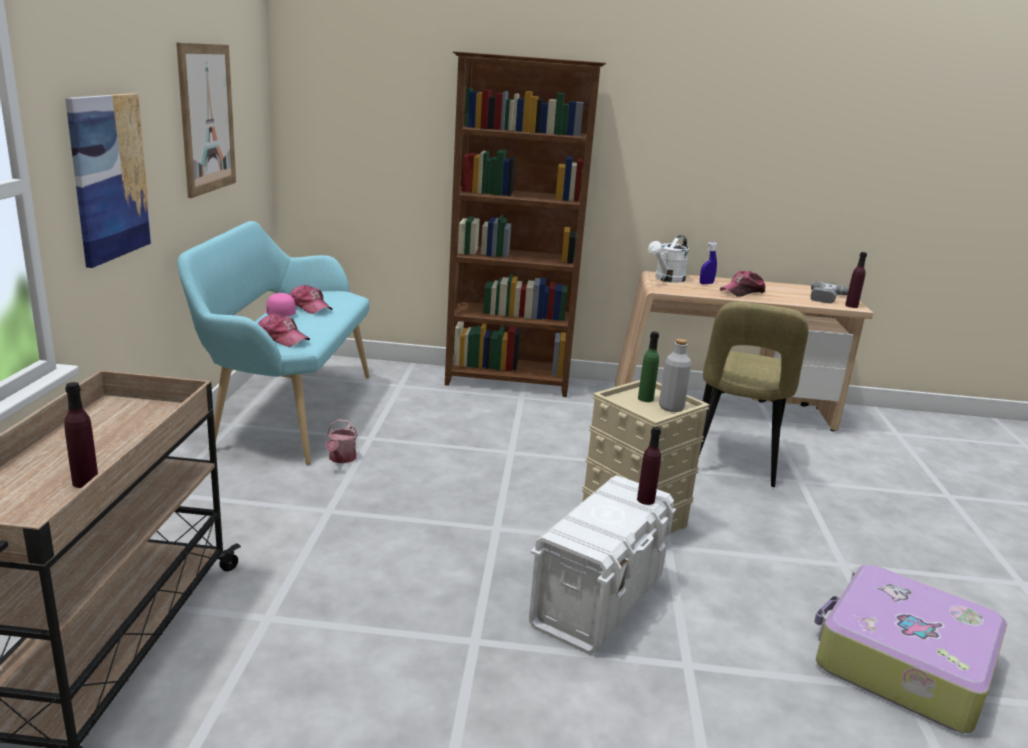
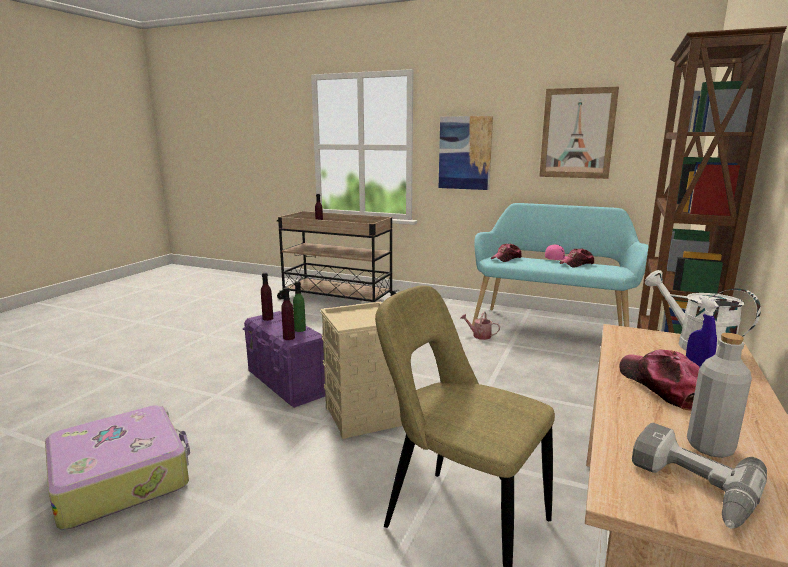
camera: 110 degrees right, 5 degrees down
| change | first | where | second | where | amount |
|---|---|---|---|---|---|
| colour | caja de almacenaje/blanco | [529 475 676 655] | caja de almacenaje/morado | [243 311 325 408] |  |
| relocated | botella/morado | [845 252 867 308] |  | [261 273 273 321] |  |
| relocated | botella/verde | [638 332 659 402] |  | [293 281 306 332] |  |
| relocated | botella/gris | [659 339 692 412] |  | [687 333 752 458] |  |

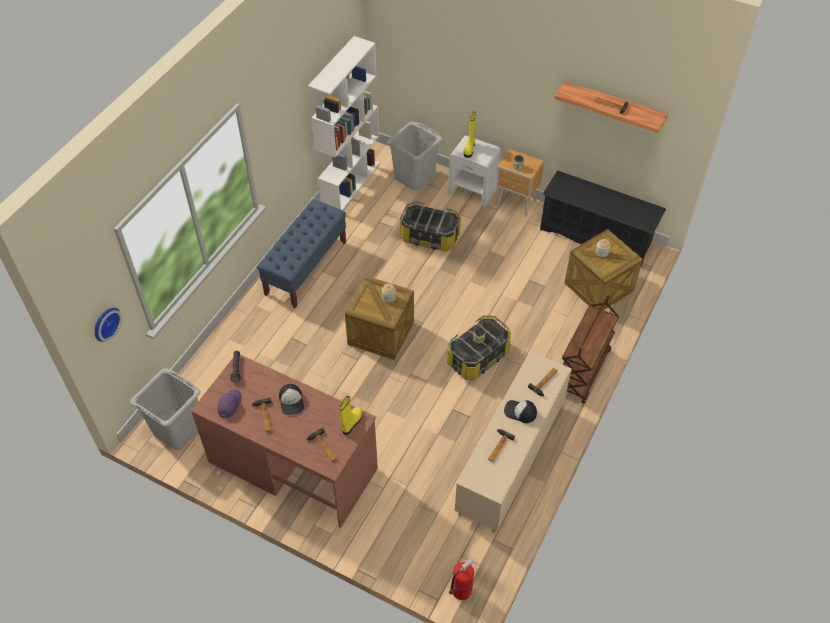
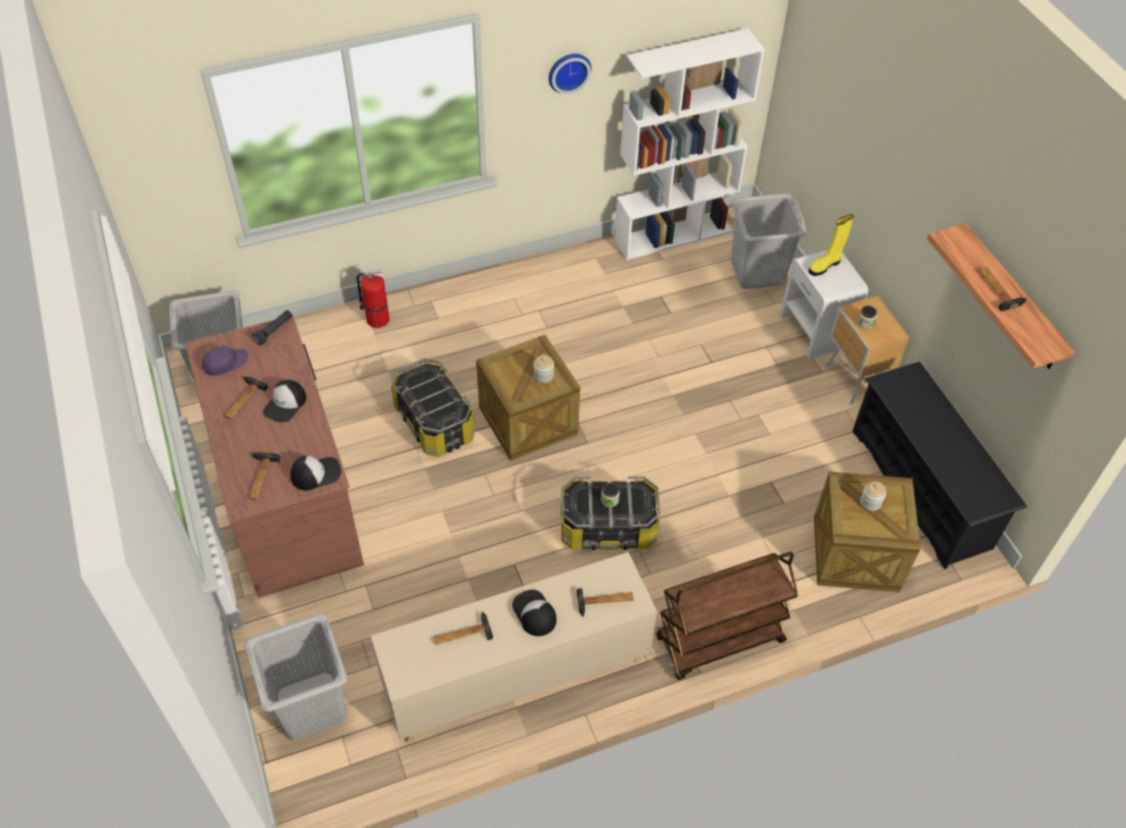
camera: 40 degrees right, 0 degrees up
| change | first | where | second | where | amount |
|---|---|---|---|---|---|
| appeared |  |  | cesto de la ropa/gris | [244 613 347 740] |  |
| exchanged | bota/amarillo | [339 396 362 435] | gorra | [290 456 341 490] |  |
| relocated | extintor | [449 558 474 600] |  | [356 269 390 328] |  |
| relocated | caja de almacenaje | [400 201 461 252] |  | [391 358 475 457] |  |
| relocated | reloj de pared | [94 308 122 342] |  | [549 54 591 94] |  |
| missing | banco/azul | [257 199 346 308] |  |  |  |

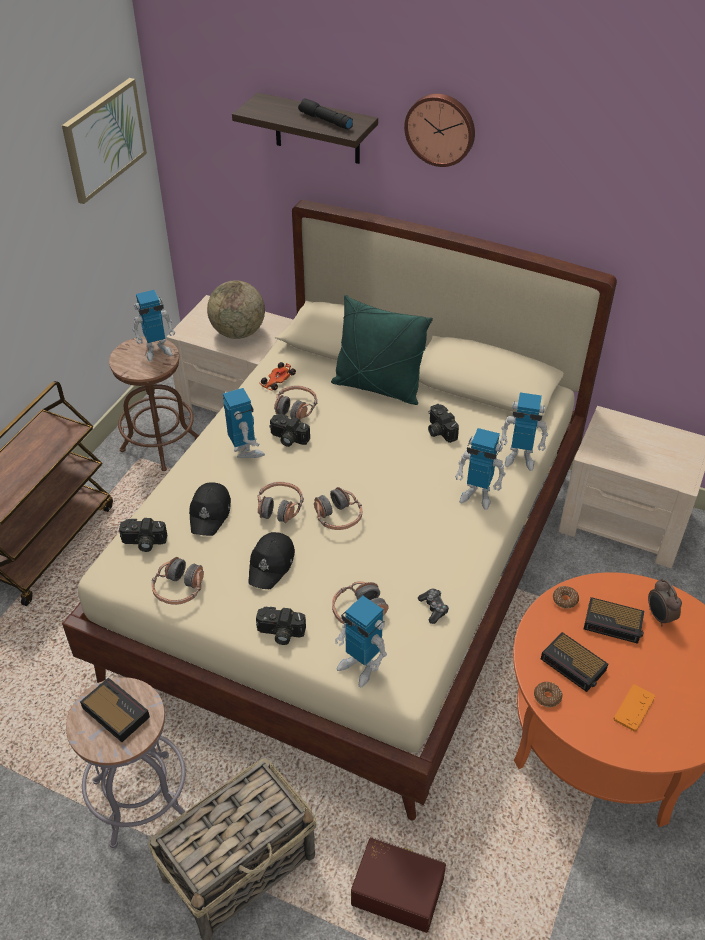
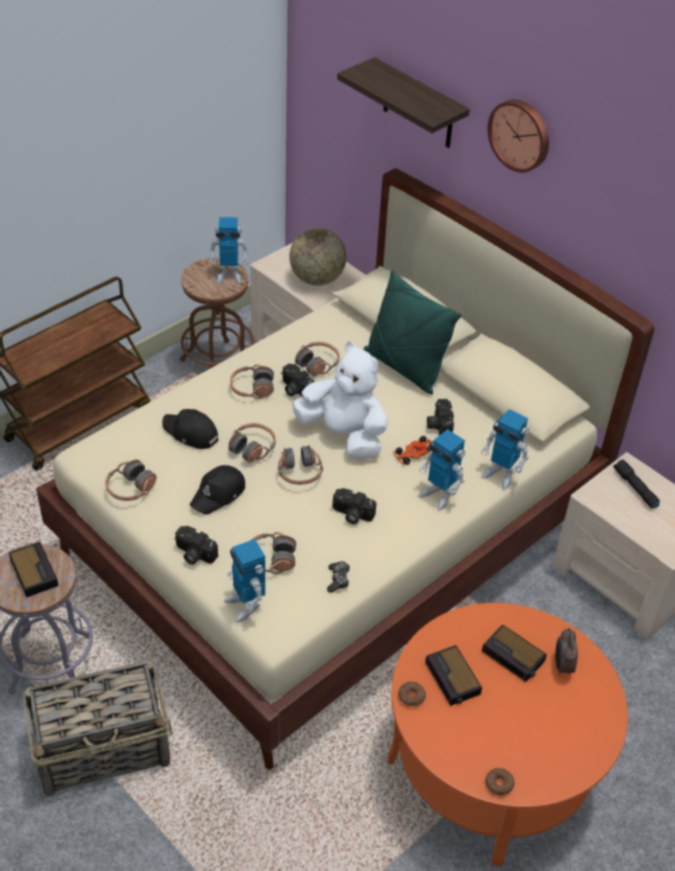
camera: 20 degrees right, 0 degrees up
| change | first | where | second | where | amount |
|---|---|---|---|---|---|
| spun | gorra/negro | [189 482 231 536] |  | [162 409 218 449] | 90 degrees clockwise |
| exchanged | robot de juguete | [223 388 265 458] | auriculares | [230 364 274 399] |  |
| appeared |  |  | peluche/blanco | [292 342 388 460] |  |
| relocated | cámara | [119 518 167 552] |  | [332 488 376 524] |  |
| relocated | coche de juguete | [259 362 296 391] |  | [393 436 432 465] |  |
| relocated | rosquilla | [553 586 579 609] |  | [485 768 515 796] |  |
| relocated | linterna/negro | [298 98 353 129] |  | [613 460 660 509] |  |
| missing | cuadro | [62 78 147 204] |  |  |  |
| missing | caja de almacenaje/marrón | [351 837 446 933] |  |  |  |
| missing | mando de consola/naranja | [614 684 655 732] |  |  |  |

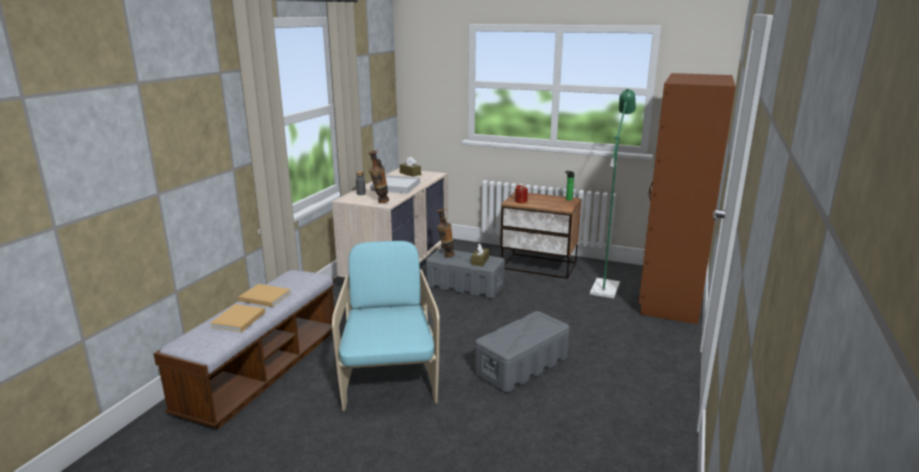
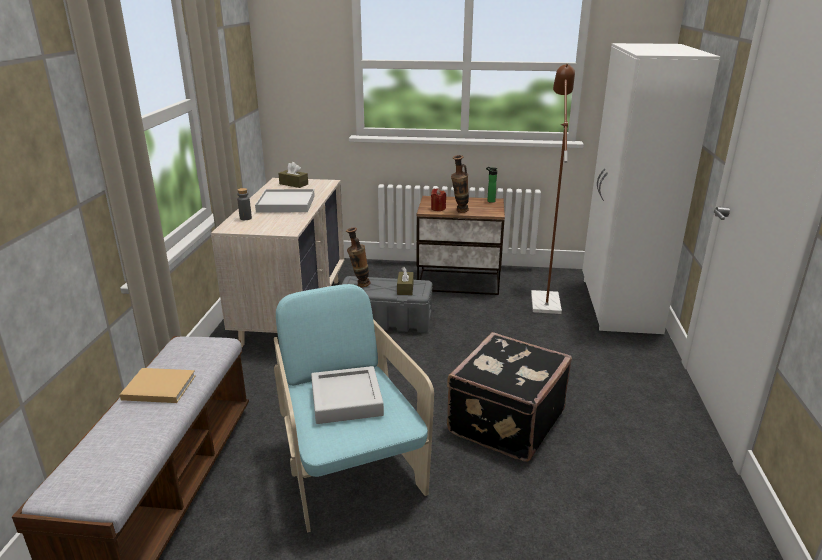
camera: 15 degrees left, 5 degrees up
| change | first | where | second | where | amount |
|---|---|---|---|---|---|
| appeared |  |  | bandeja/gris | [311 366 384 424] |  |
| exchanged | caja de almacenaje/gris | [475 311 569 393] | maleta/negro | [447 332 572 462] |  |
| relocated | florero | [368 150 389 203] |  | [451 155 469 213] |  |
| colour | lámpara de pie/verde | [590 88 636 299] | lámpara de pie/marrón | [531 63 575 314] |  |
| colour | armario ropero/marrón | [639 73 736 324] | armario ropero/blanco | [582 43 720 334] |  |
| missing | libro/beis | [210 304 265 332] |  |  |  |

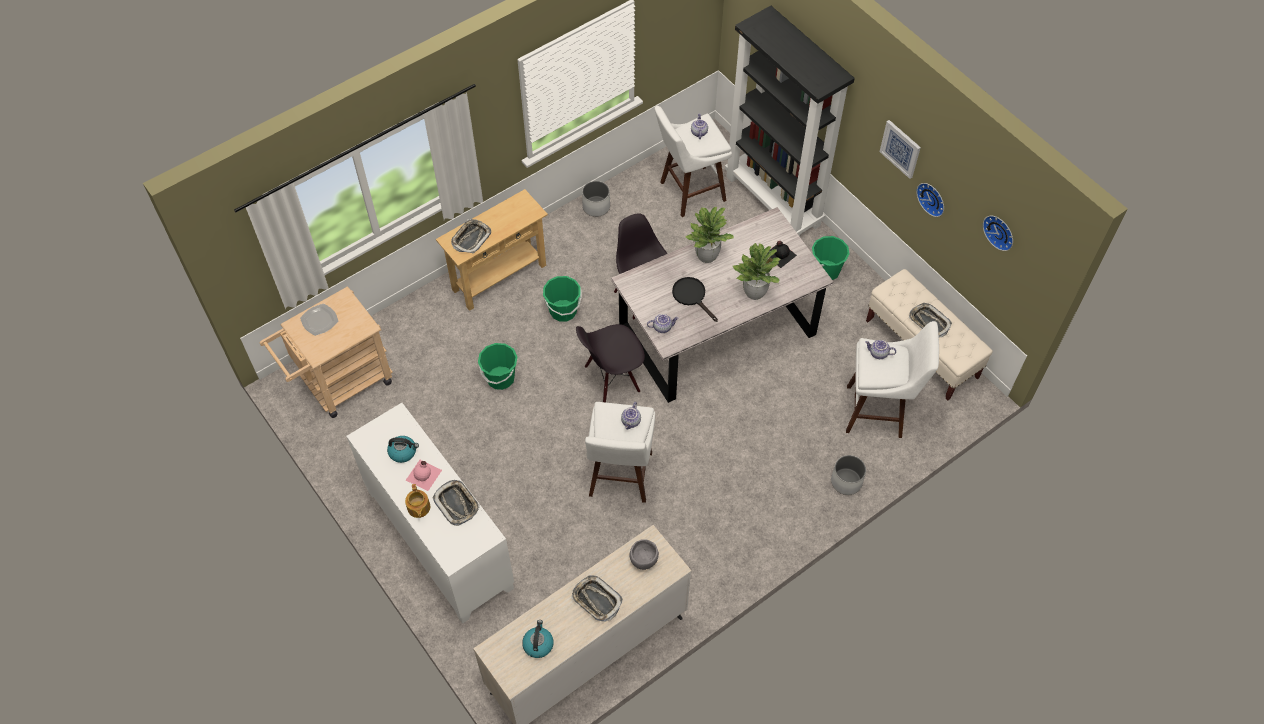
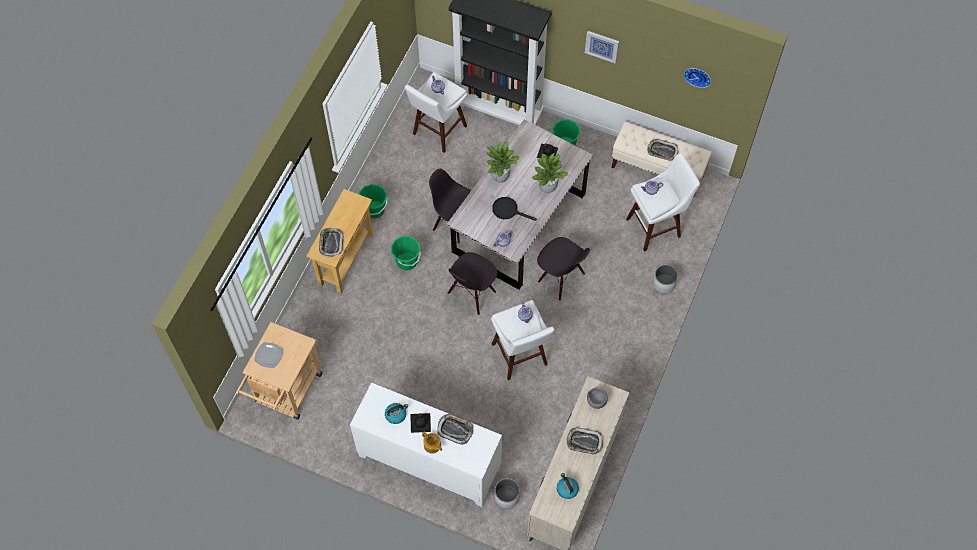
camera: 30 degrees left, 5 degrees up
| change | first | where | second | where | amount |
|---|---|---|---|---|---|
| relocated | cubo/verde | [478 343 517 390] |  | [359 184 388 219] |  |
| colour | botella/rosa | [406 460 442 491] | botella/negro | [410 413 431 433] |  |
| relocated | maceta/blanco | [582 181 610 217] |  | [494 479 520 509] |  |
| appeared |  |  | silla/negro | [537 237 590 300] |  |
| missing | reloj de pared | [916 183 944 217] |  |  |  |

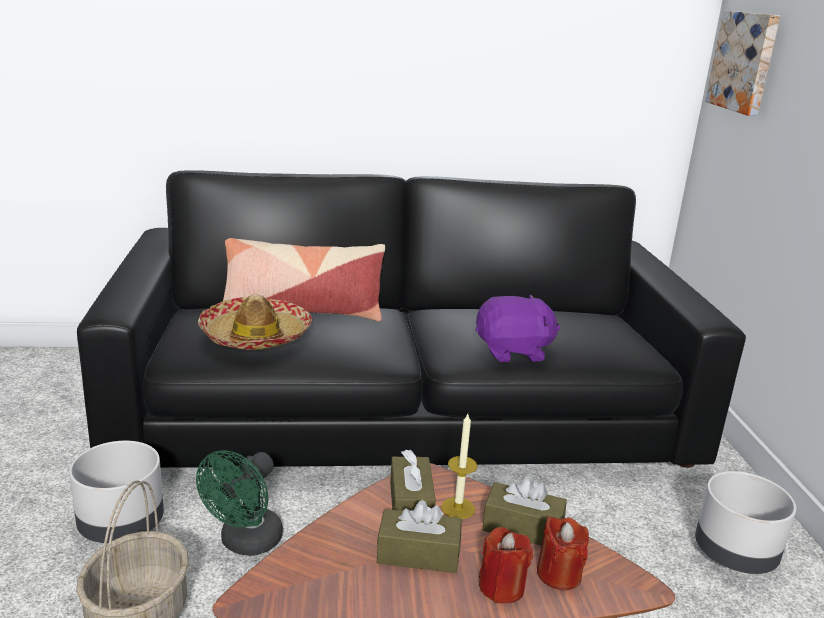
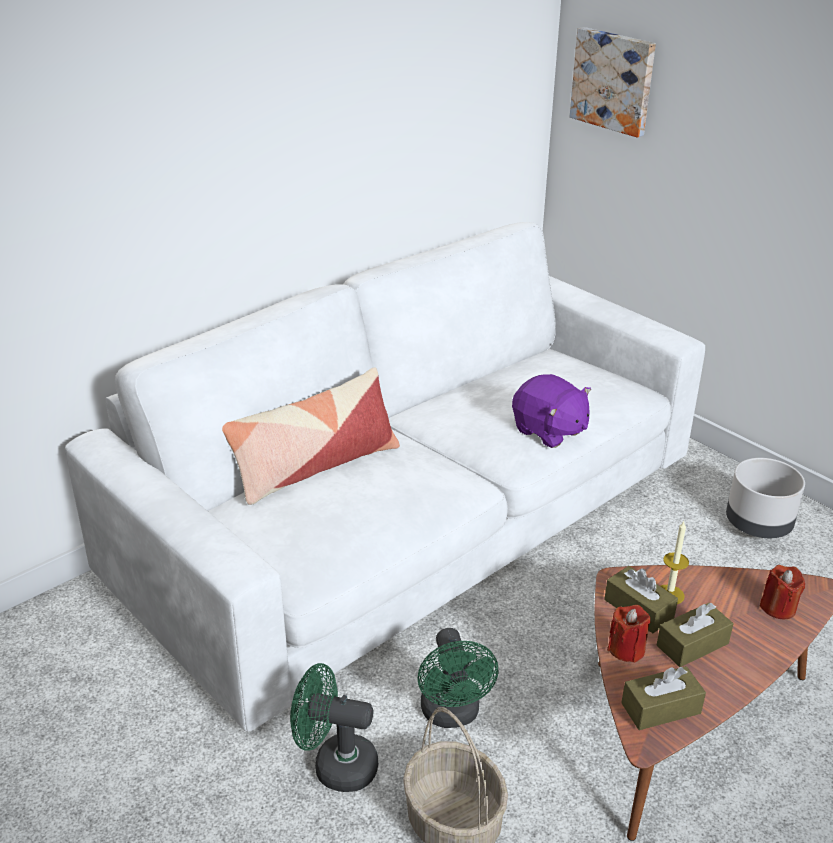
camera: 35 degrees left, 10 degrees up
| change | first | where | second | where | amount |
|---|---|---|---|---|---|
| colour | sofá/negro | [77 170 746 468] | sofá/blanco | [65 222 705 732] |  |
| exchanged | maceta/gris | [69 441 164 543] | ventilador/verde | [290 663 378 792] |  |
| spun | peluche/morado | [475 295 561 362] |  | [512 374 591 448] | 90 degrees clockwise |
| relocated | vela/rojo | [479 527 533 603] |  | [607 605 650 663] |  |
| relocated | caja de pañuelos/marrón | [482 476 567 546] |  | [621 666 706 730] |  |
| missing | sombrero | [198 295 312 350] |  |  |  |

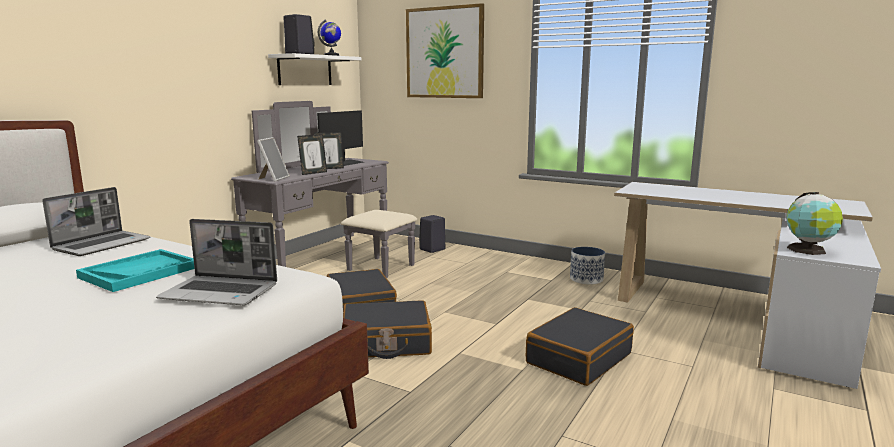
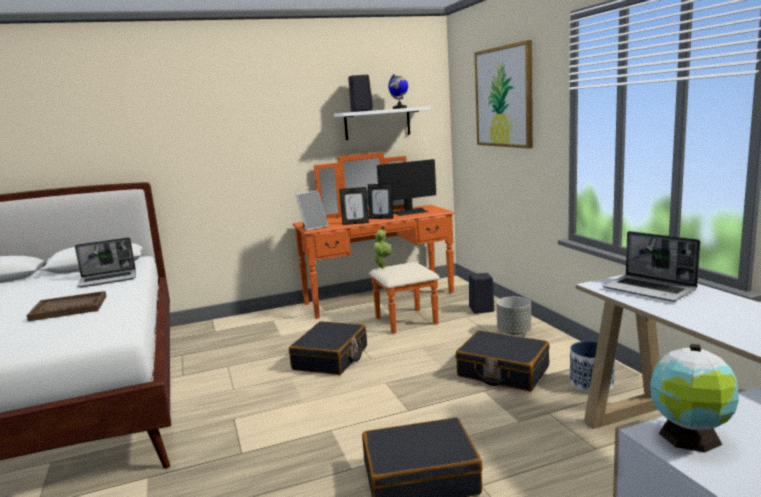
camera: 40 degrees right, 0 degrees up
| change | first | where | second | where | amount |
|---|---|---|---|---|---|
| colour | bandeja/turquesa | [76 249 194 292] | bandeja/marrón | [26 291 106 321] |  |
| colour | cómoda/gris | [231 101 417 278] | cómoda/naranja | [292 152 454 334] |  |
| appeared |  |  | planta en maceta | [373 230 392 268] |  |
| relocated | maleta/negro | [343 300 432 359] |  | [456 330 550 392] |  |
| appeared |  |  | maceta/gris | [497 297 531 335] |  |
| relocated | portátil | [156 219 277 305] |  | [603 231 700 302] |  |

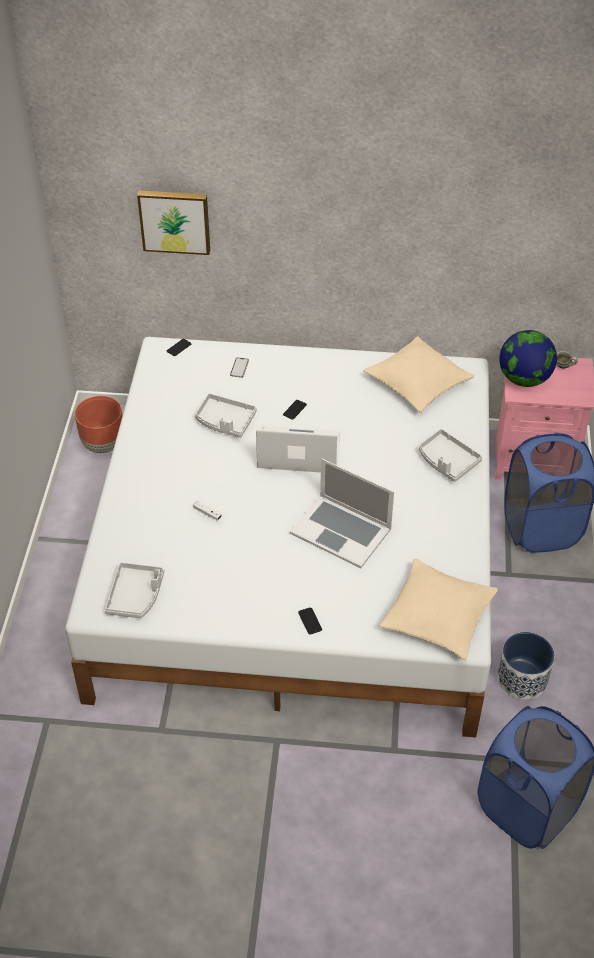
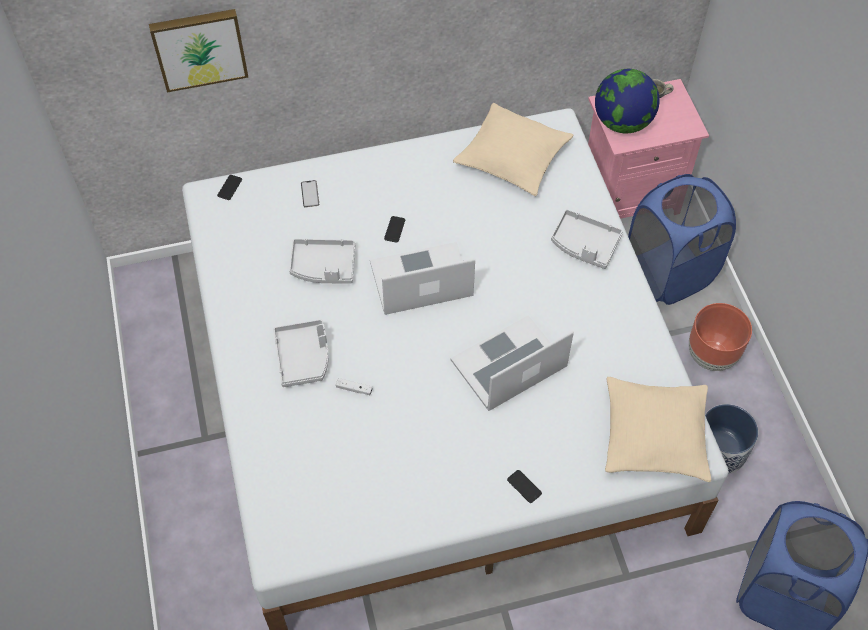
camera: 20 degrees left, 10 degrees up
| change | first | where | second | where | amount |
|---|---|---|---|---|---|
| relocated | bandeja/gris | [105 562 164 618] |  | [273 319 329 387] |  |
| spun | portátil | [290 459 394 568] |  | [451 315 574 411] | 135 degrees clockwise |
| relocated | maceta/marrón | [75 396 123 453] |  | [689 303 752 371] |  |

